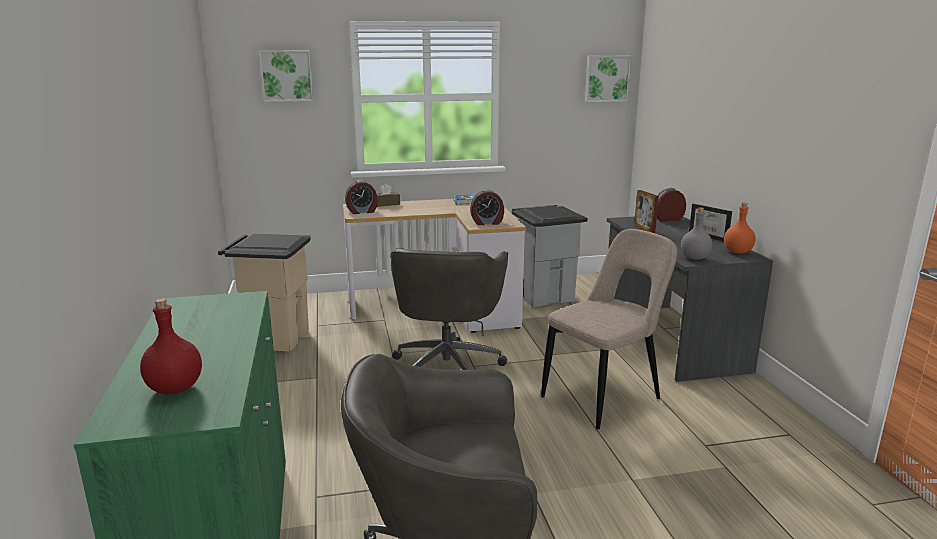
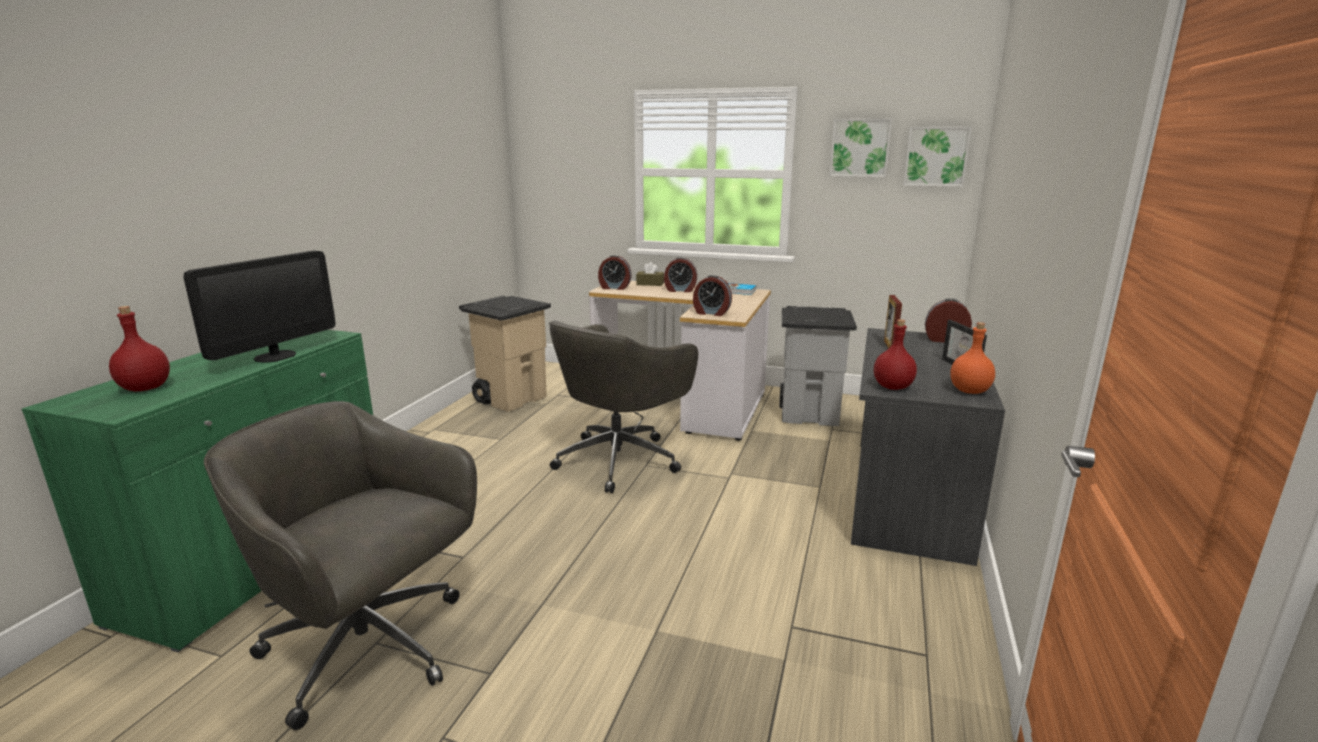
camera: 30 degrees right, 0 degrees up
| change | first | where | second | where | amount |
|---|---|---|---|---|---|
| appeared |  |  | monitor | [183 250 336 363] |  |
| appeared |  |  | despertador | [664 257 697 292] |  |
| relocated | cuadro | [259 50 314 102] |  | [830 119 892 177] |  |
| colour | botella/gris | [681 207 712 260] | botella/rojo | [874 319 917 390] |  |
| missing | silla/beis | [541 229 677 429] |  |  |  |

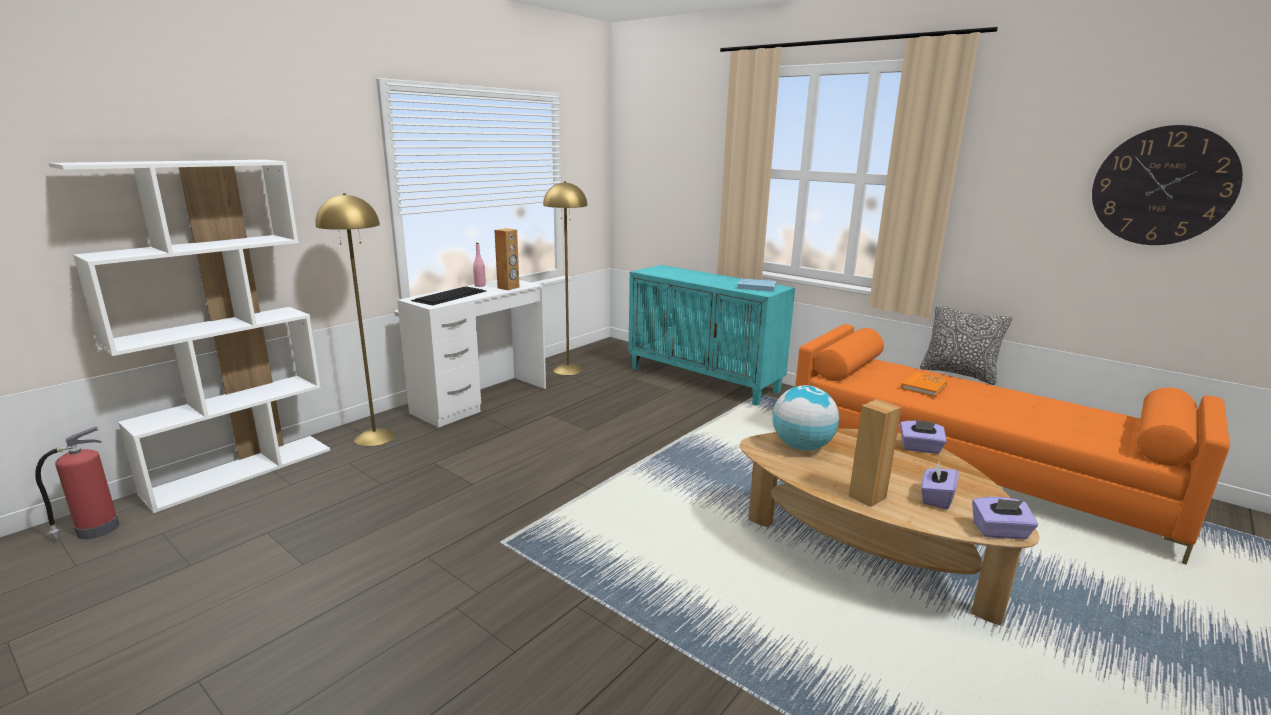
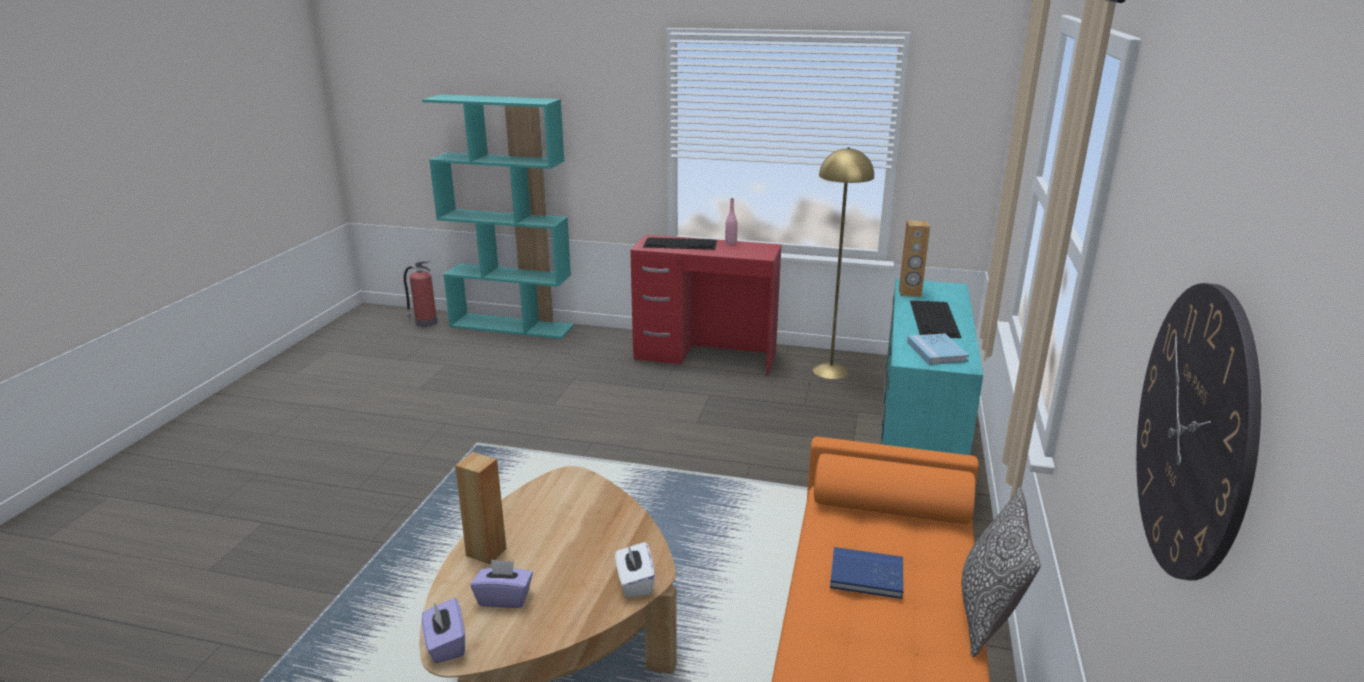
camera: 65 degrees right, 5 degrees up
| change | first | where | second | where | amount |
|---|---|---|---|---|---|
| colour | estantería/blanco | [49 160 330 513] | estantería/turquesa | [422 94 574 339] |  |
| colour | caja de pañuelos/morado | [900 420 947 454] | caja de pañuelos/blanco | [615 542 655 598] |  |
| colour | escritorio/blanco | [397 280 546 428] | escritorio/rojo | [630 234 781 375] |  |
| colour | libro/naranja | [901 372 948 397] | libro/azul | [830 547 904 599] |  |
| relocated | altavoz/marrón | [494 228 520 290] |  | [899 220 930 297] |  |
| appeared |  |  | teclado | [910 300 961 338] |  |
| missing | lámpara de pie/amarillo | [315 193 396 446] |  |  |  |
| missing | globo terráqueo | [773 385 839 450] |  |  |  |

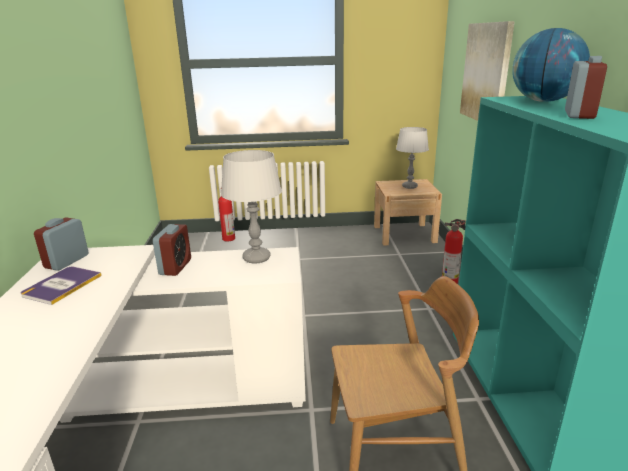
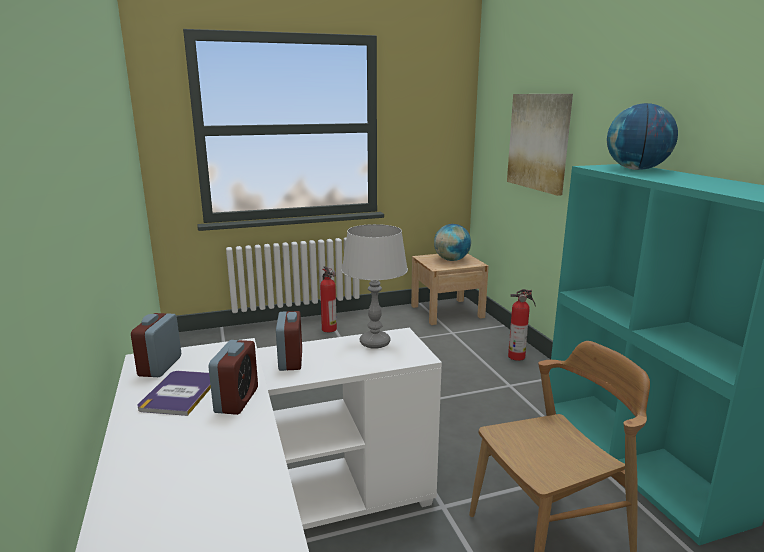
camera: 15 degrees left, 5 degrees down
| change | first | where | second | where | amount |
|---|---|---|---|---|---|
| relocated | despertador | [565 56 607 119] |  | [208 340 258 415] |  |
| relocated | extintor | [218 187 235 242] |  | [320 266 337 332] |  |
| exchanged | lámpara de mesa/gris | [396 127 429 189] | globo terráqueo | [434 224 471 261] |  |

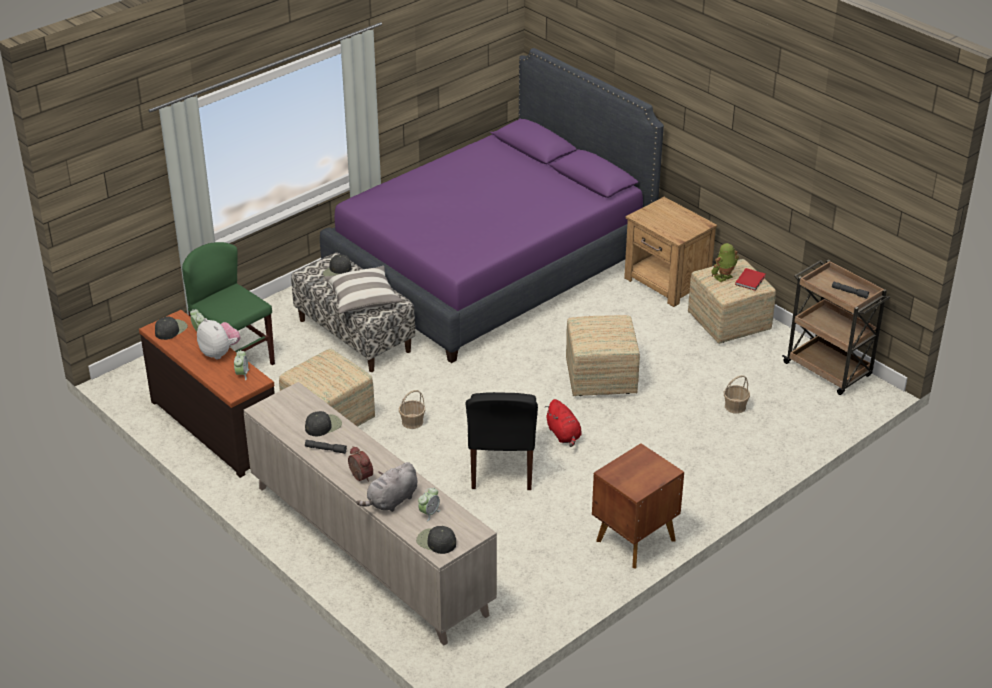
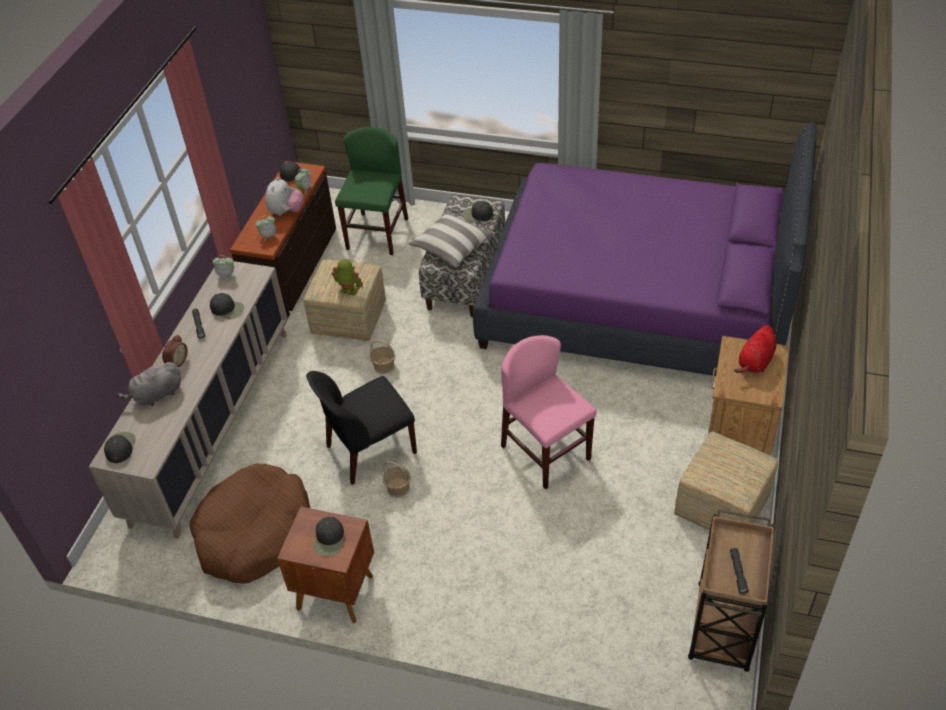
camera: 60 degrees right, 10 degrees up
| change | first | where | second | where | amount |
|---|---|---|---|---|---|
| spun | peluche/gris | [356 462 417 512] |  | [117 362 181 406] | 45 degrees counterclockwise |
| appeared |  |  | cama para perro/marrón | [189 464 310 584] |  |
| relocated | despertador | [418 488 440 522] |  | [212 255 234 280] |  |
| appeared |  |  | gorra/negro | [314 517 344 556] |  |
| relocated | robot de juguete | [711 243 739 282] |  | [331 259 363 296] |  |
| relocated | cesta | [724 375 750 414] |  | [383 461 411 497] |  |
| exchanged | puf | [566 315 640 396] | silla/rosa | [501 335 596 489] |  |
| relocated | peluche/rojo | [545 399 582 447] |  | [734 325 777 373] |  |
| missing | libro/rojo | [735 268 765 291] |  |  |  |

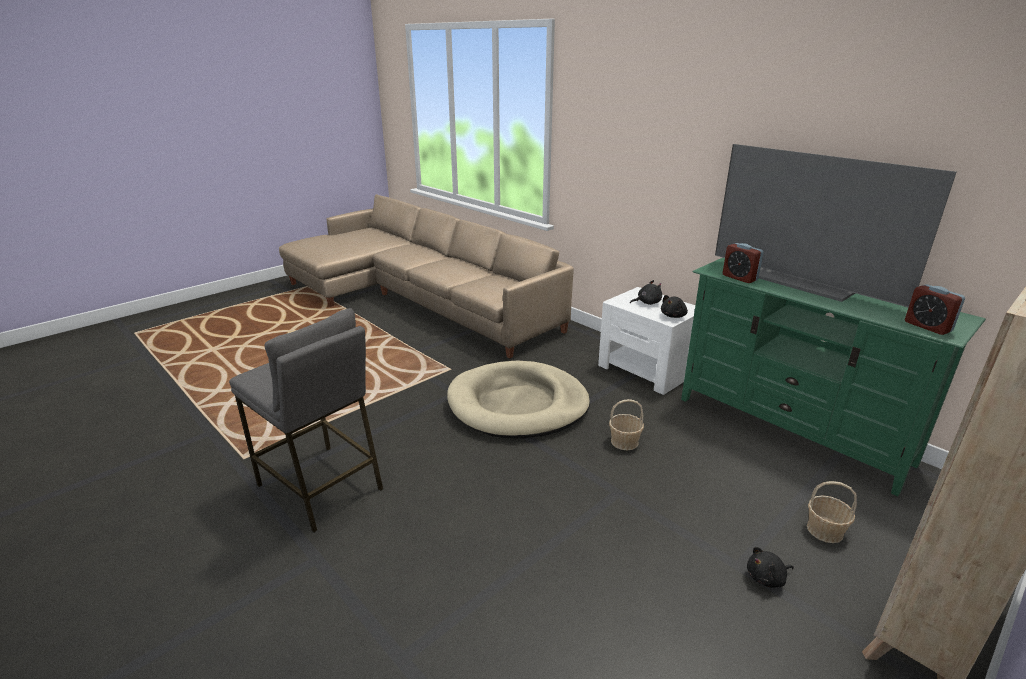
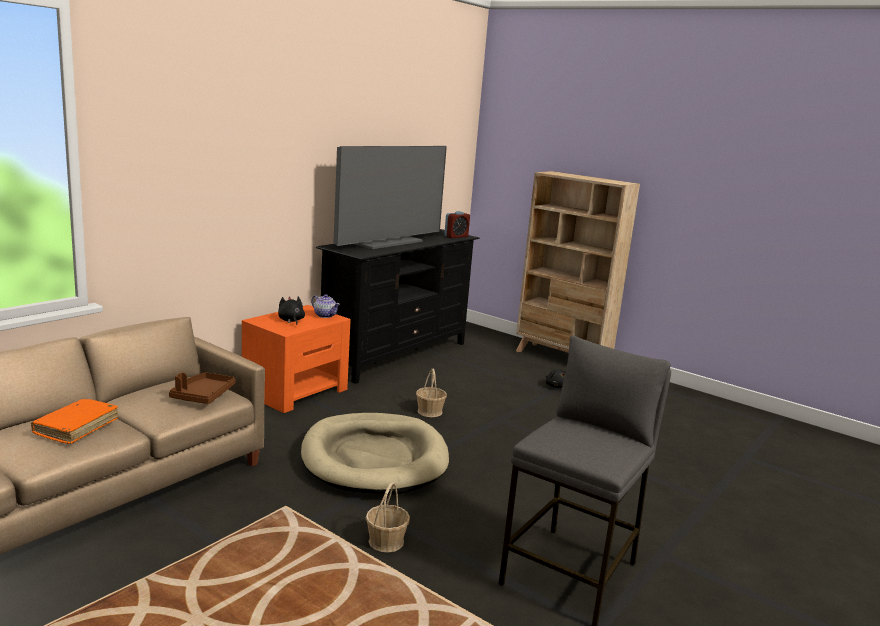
camera: 100 degrees left, 10 degrees down
| change | first | where | second | where | amount |
|---|---|---|---|---|---|
| appeared |  |  | libro/naranja | [31 399 118 444] |  |
| appeared |  |  | bandeja/marrón | [169 372 236 404] |  |
| colour | mesita de noche/blanco | [598 287 695 395] | mesita de noche/naranja | [242 305 351 413] |  |
| exchanged | peluche/negro | [661 295 688 318] | tetera | [311 294 340 318] |  |
| colour | mueble de televisión/verde | [681 258 986 496] | mueble de televisión/negro | [316 229 480 384] |  |
| relocated | cesta | [807 481 857 543] |  | [366 482 410 553] |  |
| missing | despertador | [723 243 764 283] |  |  |  |

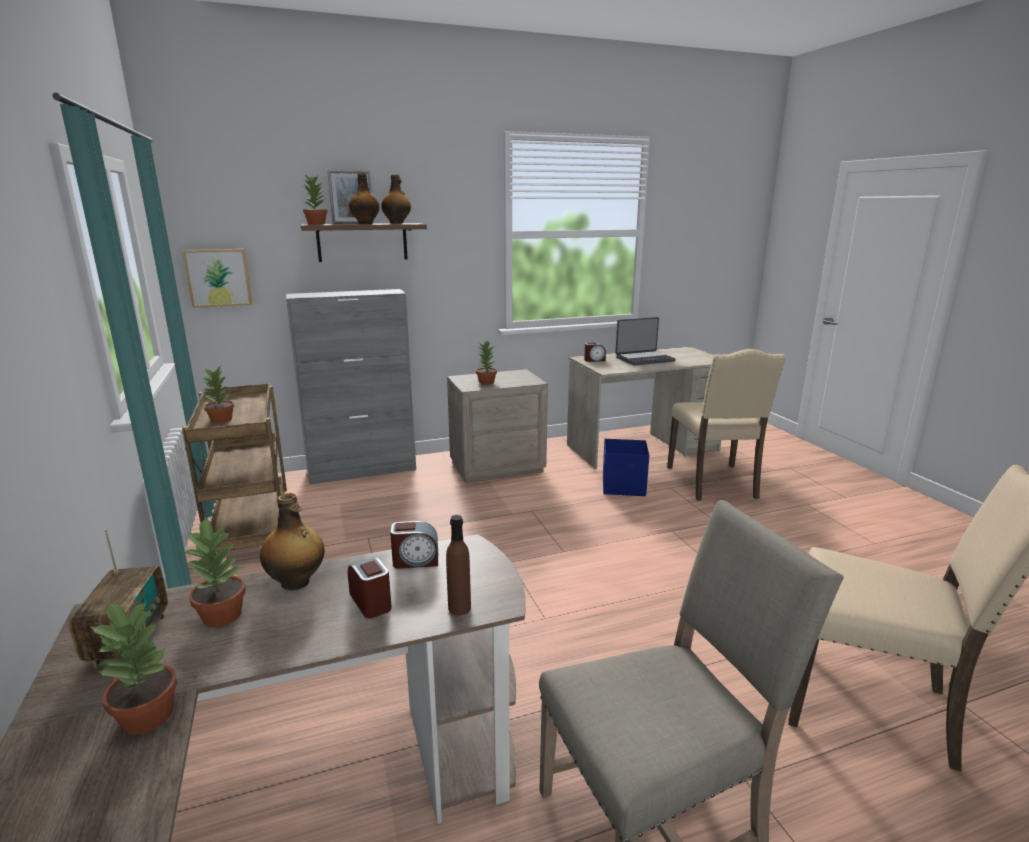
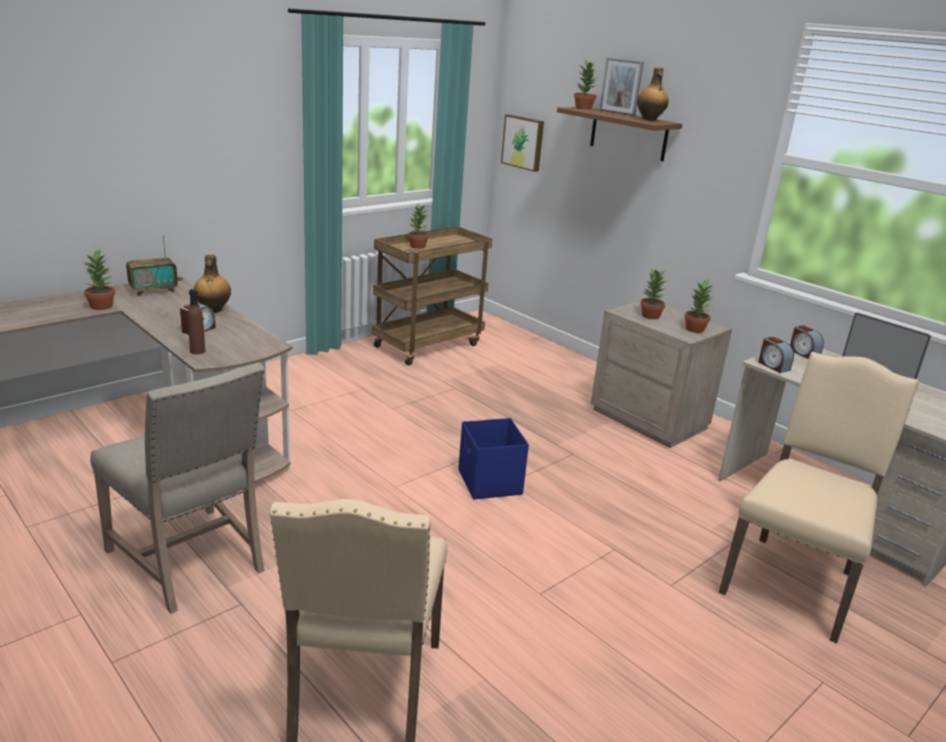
camera: 65 degrees right, 5 degrees up
| change | first | where | second | where | amount |
|---|---|---|---|---|---|
| relocated | caja de almacenaje/azul | [603 439 649 496] |  | [458 418 529 500] |  |
| relocated | planta en maceta | [181 518 246 627] |  | [684 279 713 333] |  |
| spun | silla/beis | [667 349 786 501] |  | [719 352 919 643] | 150 degrees clockwise |
| relocated | despertador | [390 521 438 568] |  | [758 337 794 373] |  |
| missing | armario/gris | [286 289 416 485] |  |  |  |
| missing | botella | [349 174 379 224] |  |  |  |

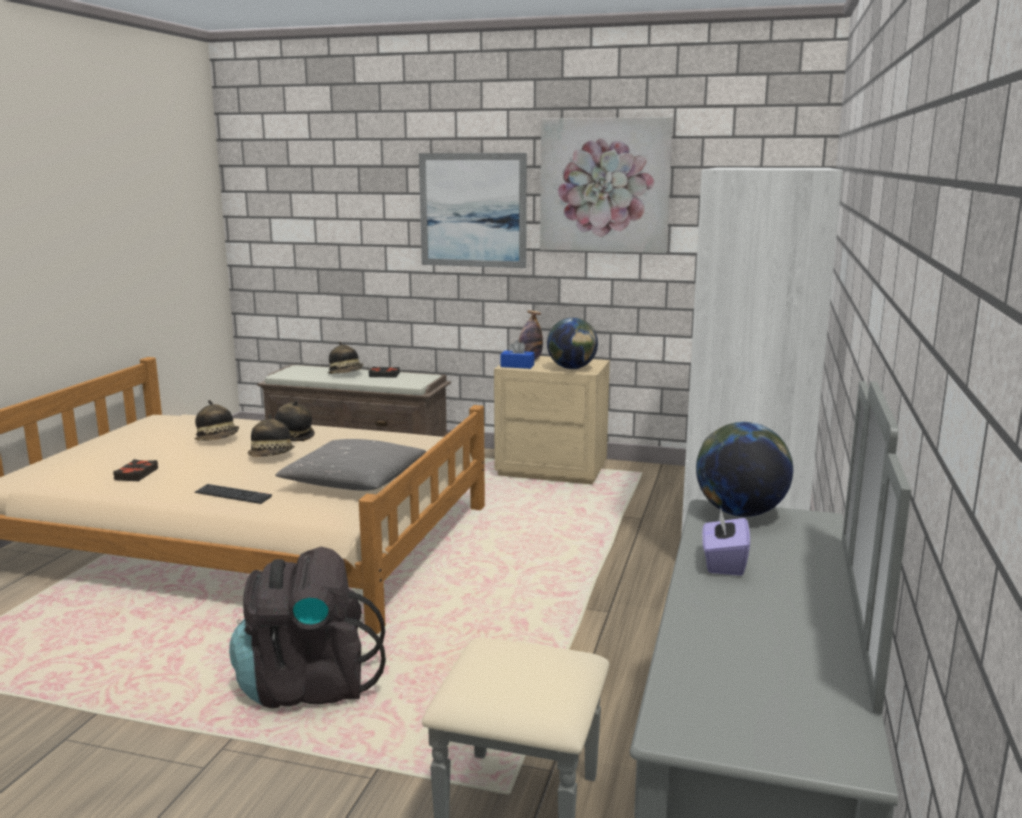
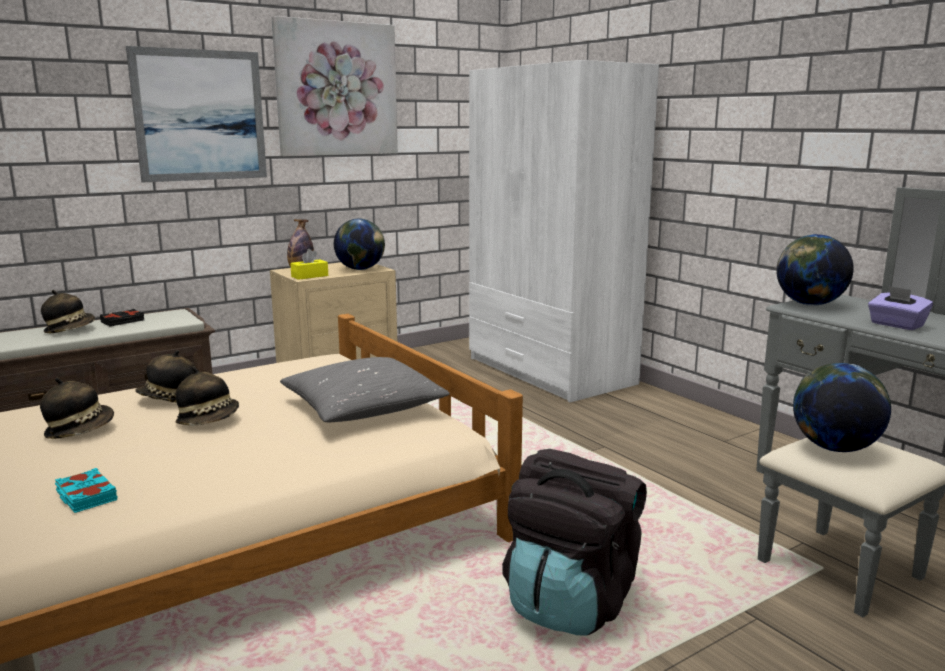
camera: 50 degrees left, 0 degrees up
| change | first | where | second | where | amount |
|---|---|---|---|---|---|
| colour | libro/negro | [113 459 158 481] | libro/turquesa | [55 468 118 513] |  |
| colour | caja de pañuelos/azul | [501 340 535 369] | caja de pañuelos/amarillo | [290 249 328 280] |  |
| appeared |  |  | globo terráqueo | [793 363 891 452] |  |
| missing | teclado | [195 484 272 504] |  |  |  |

